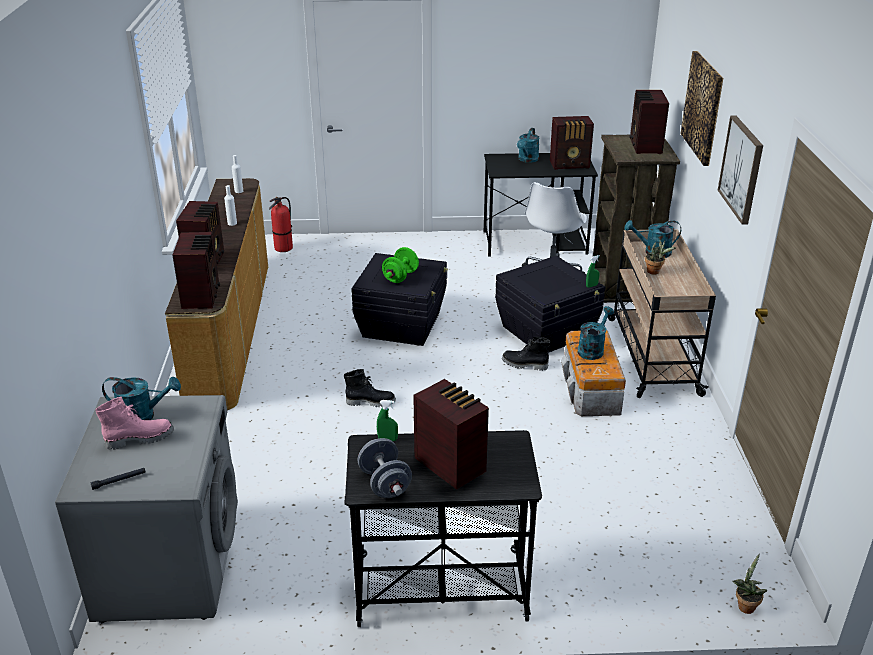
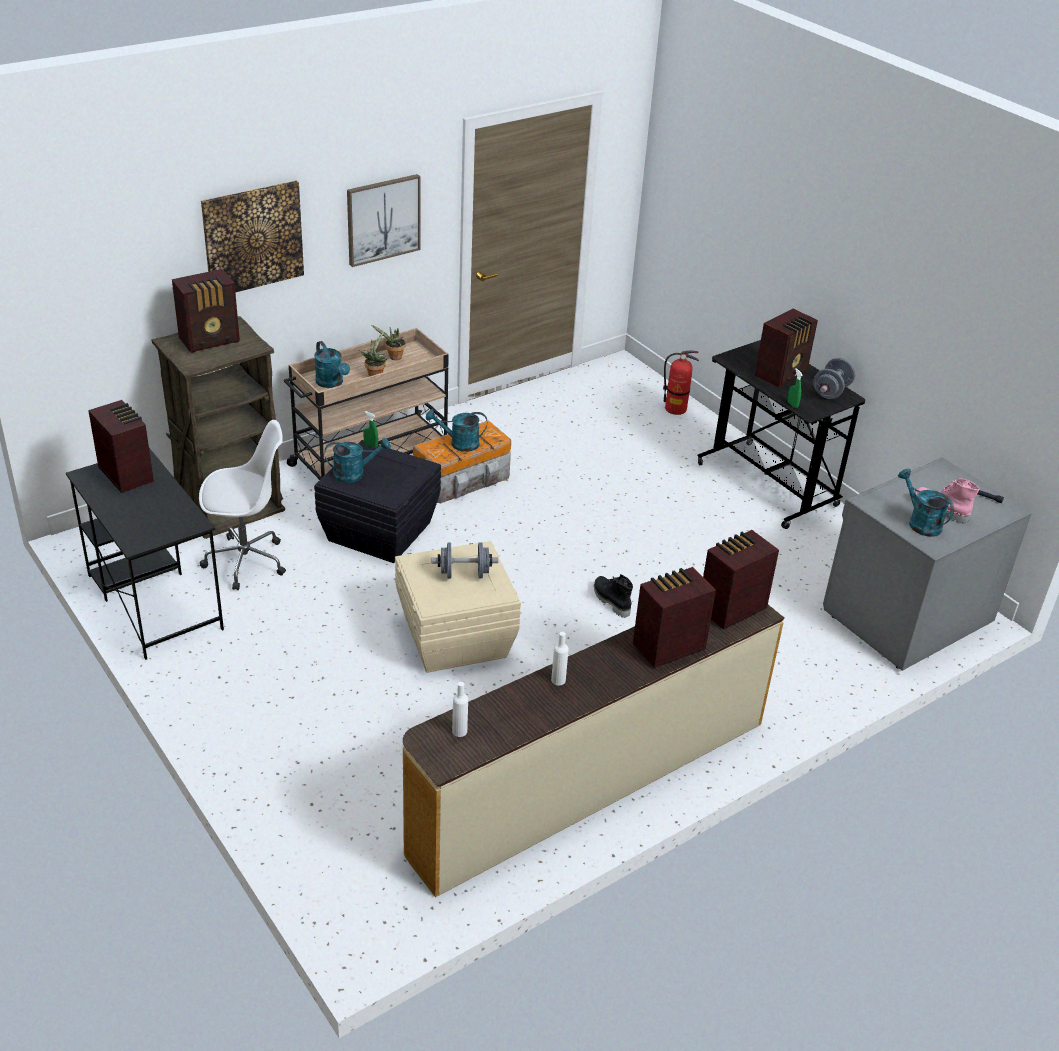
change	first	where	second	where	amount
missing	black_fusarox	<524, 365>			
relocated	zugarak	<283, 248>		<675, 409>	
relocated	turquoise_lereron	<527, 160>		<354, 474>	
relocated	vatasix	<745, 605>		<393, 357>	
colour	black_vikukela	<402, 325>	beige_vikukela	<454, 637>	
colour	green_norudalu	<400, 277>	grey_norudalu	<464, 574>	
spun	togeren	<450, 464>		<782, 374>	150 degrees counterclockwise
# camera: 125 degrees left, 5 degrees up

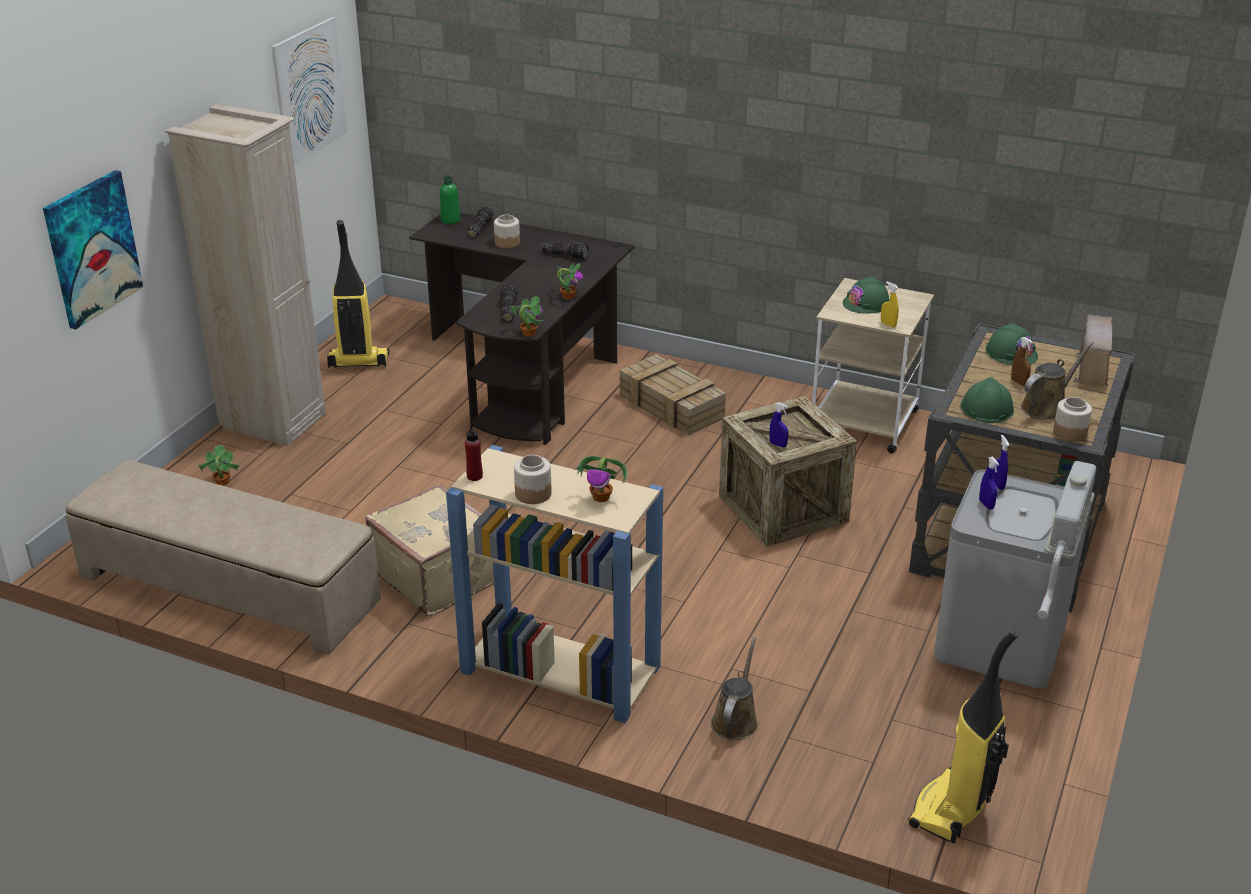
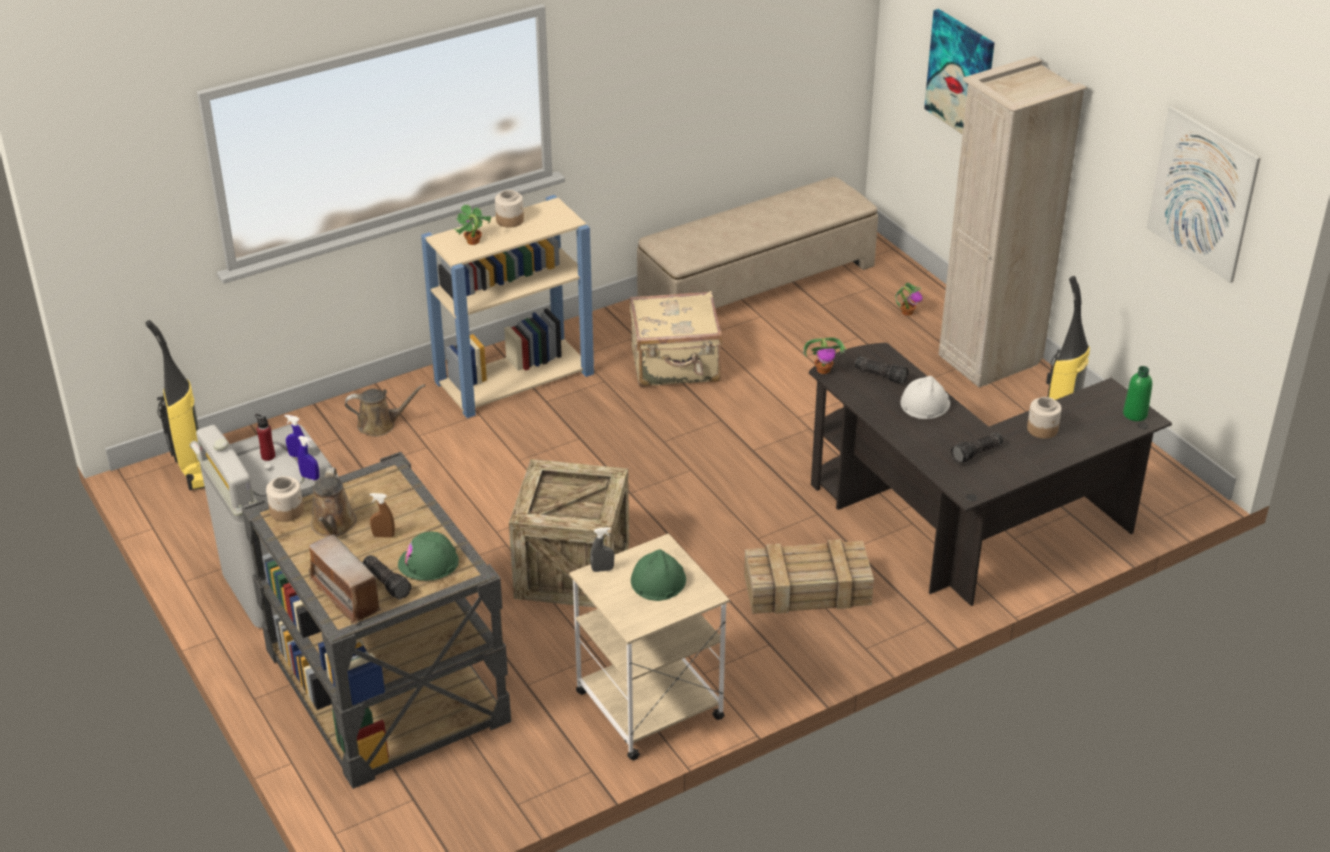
change	first	where	second	where	amount
missing	vatasix	<568, 296>			
missing	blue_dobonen	<778, 444>			
missing	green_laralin	<986, 408>			
appeared			white_laralin	<924, 403>	
relocated	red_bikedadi	<474, 476>		<268, 456>	
relocated	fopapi	<479, 229>		<387, 582>	
colour	yellow_dobonen	<888, 324>	grey_dobonen	<602, 569>	
spun	brown_lereron	<735, 720>		<380, 425>	60 degrees counterclockwise
# camera: 125 degrees right, 5 degrees up

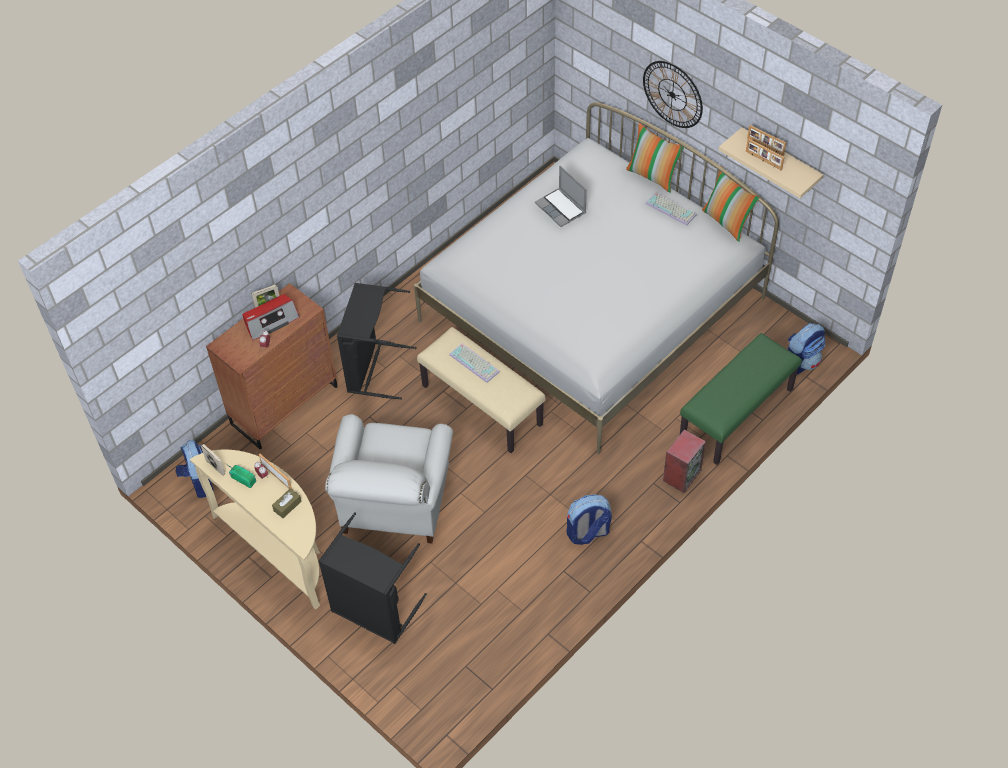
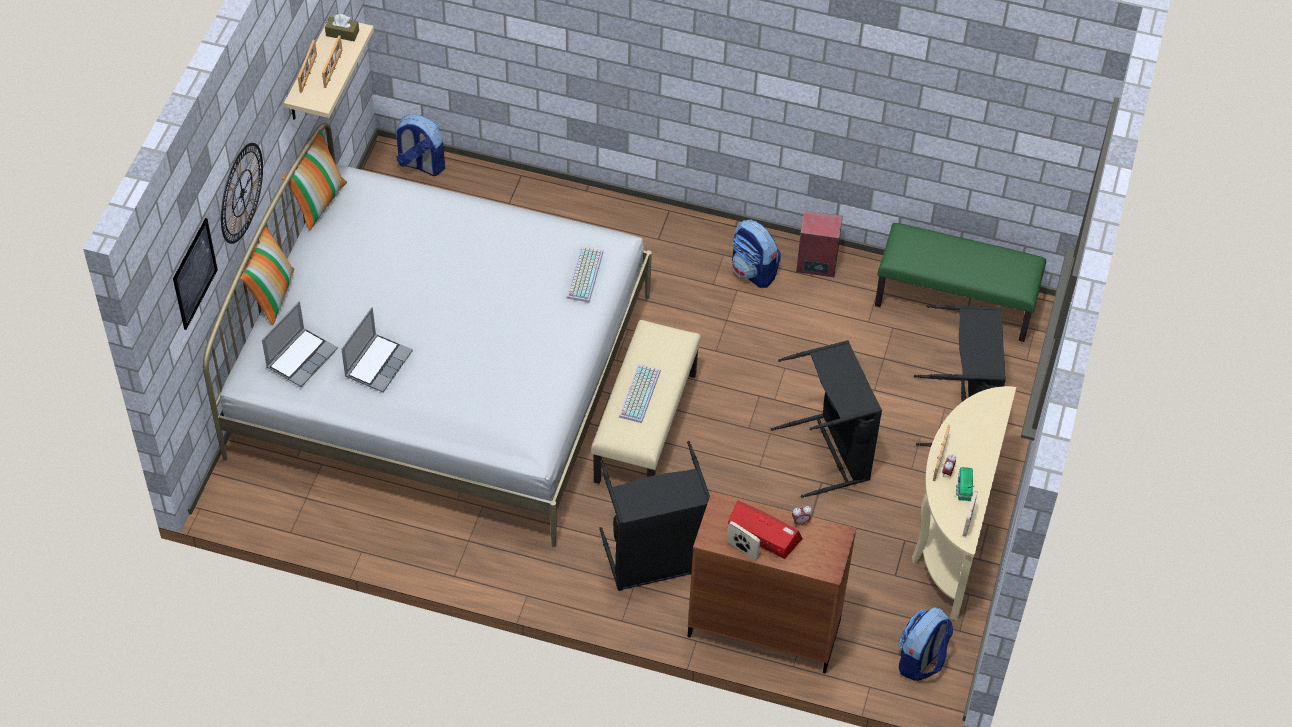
change	first	where	second	where	amount
appeared			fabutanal	<194, 273>	
appeared			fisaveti	<301, 357>	
relocated	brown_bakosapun	<287, 506>		<342, 33>	
relocated	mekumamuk	<671, 209>		<584, 274>	
relocated	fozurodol	<681, 475>		<816, 264>	
relocated	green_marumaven	<736, 415>		<955, 302>	
exchanged	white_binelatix	<394, 507>	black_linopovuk	<830, 452>	
# camera: 120 degrees left, 0 degrees up

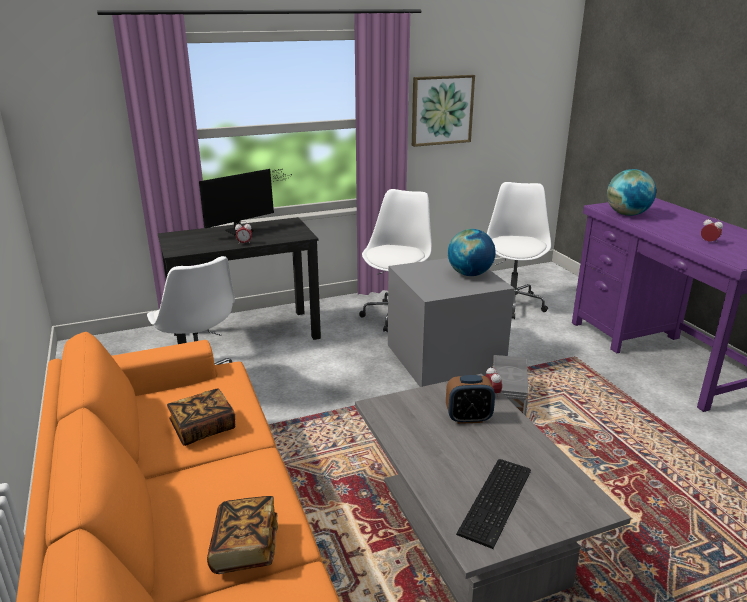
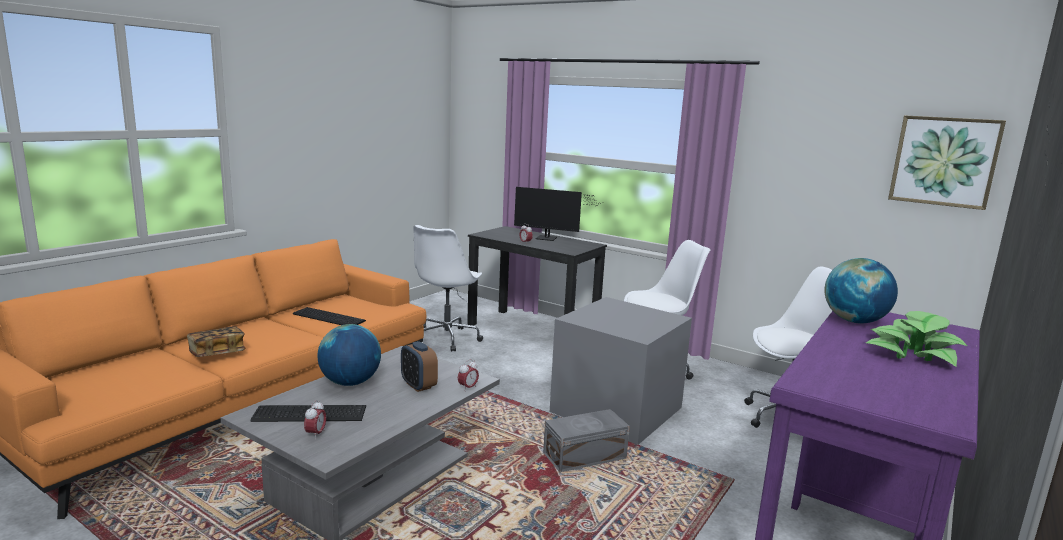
change	first	where	second	where	amount
appeared			vatasix	<912, 352>	
relocated	fabutanal	<441, 110>		<944, 161>	
relocated	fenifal	<469, 274>		<350, 382>	
relocated	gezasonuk	<709, 242>		<316, 434>	
exchanged	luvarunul	<203, 428>	mekumamuk	<329, 317>	
# camera: 55 degrees right, 10 degrees down

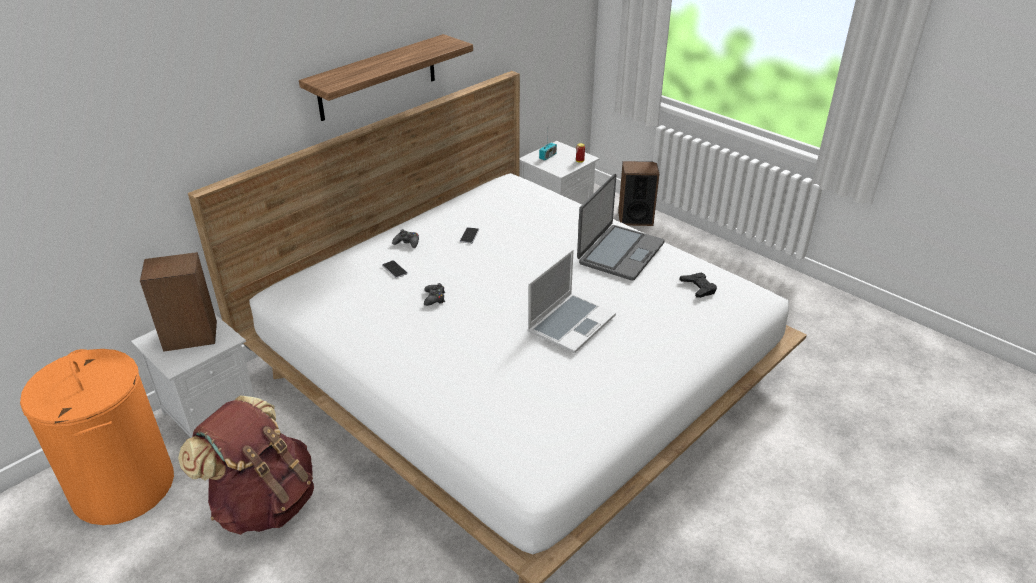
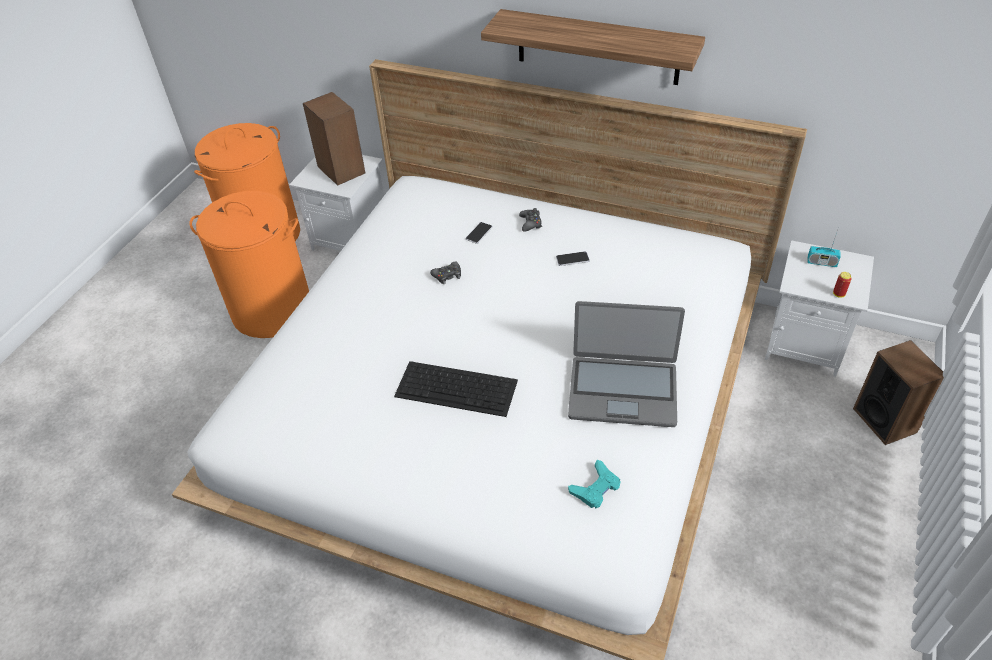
change	first	where	second	where	amount
exchanged	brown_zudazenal	<263, 502>	orange_linopovuk	<272, 310>	
exchanged	fisaveti	<571, 323>	mekumamuk	<457, 388>	
colour	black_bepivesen	<698, 288>	turquoise_bepivesen	<595, 488>	
# camera: 70 degrees right, 10 degrees up

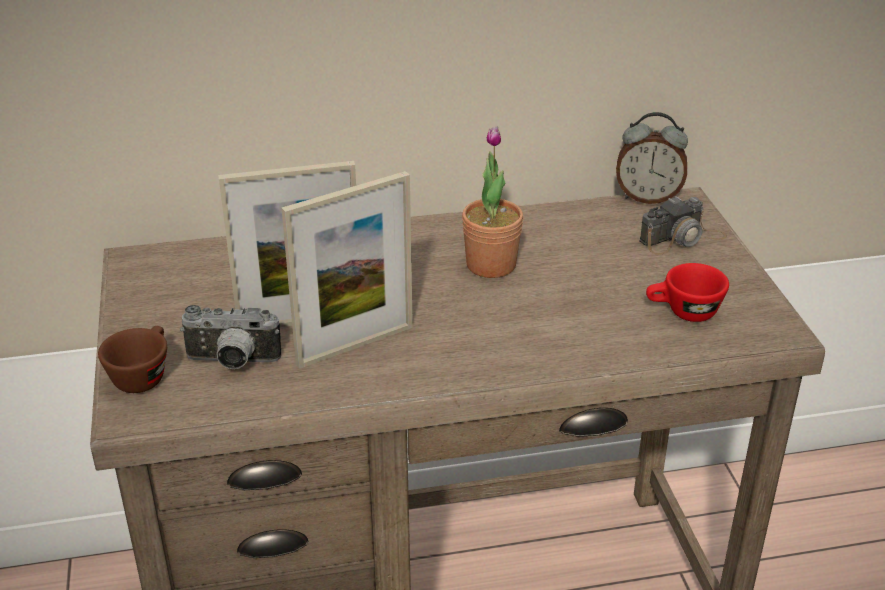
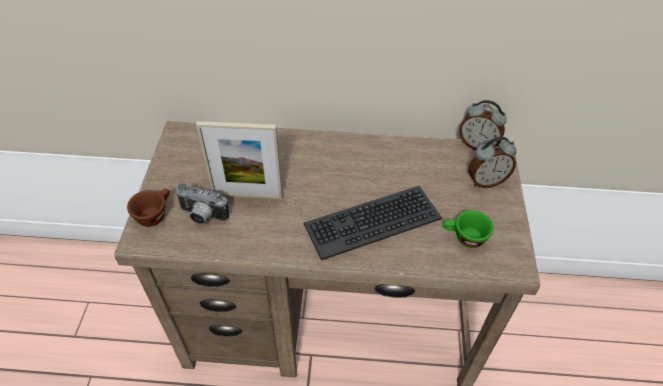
change	first	where	second	where	amount
missing	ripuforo	<355, 345>			
missing	vatasix	<491, 265>			
appeared			mekumamuk	<372, 221>	
exchanged	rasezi	<682, 238>	gezasonuk	<486, 181>	
colour	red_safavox	<683, 312>	green_safavox	<464, 238>	
# camera: 15 degrees right, 15 degrees up

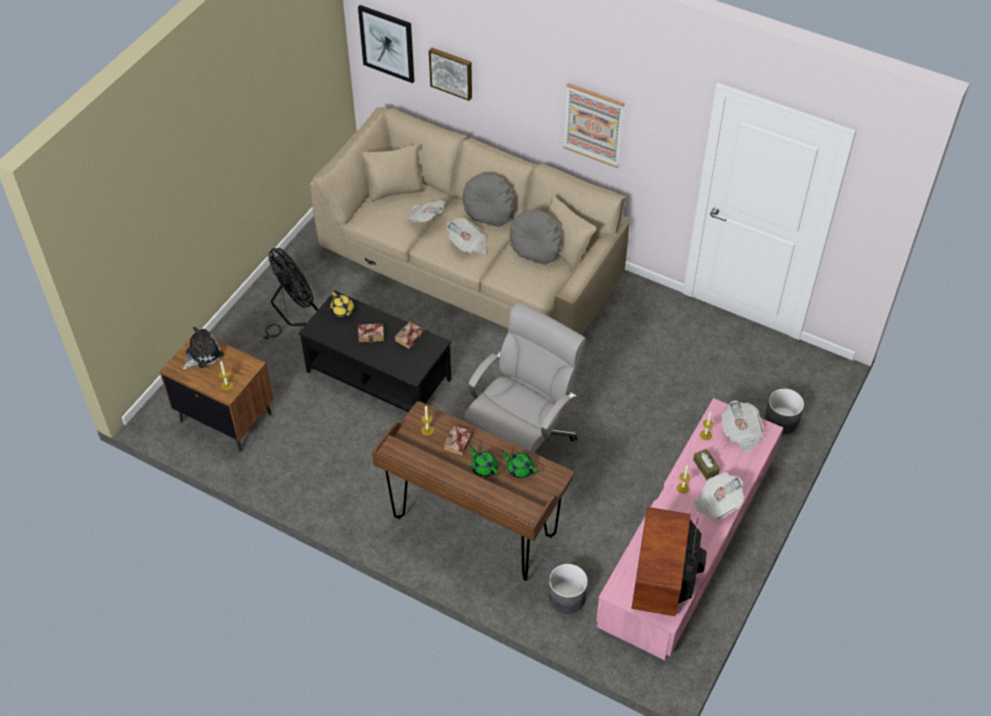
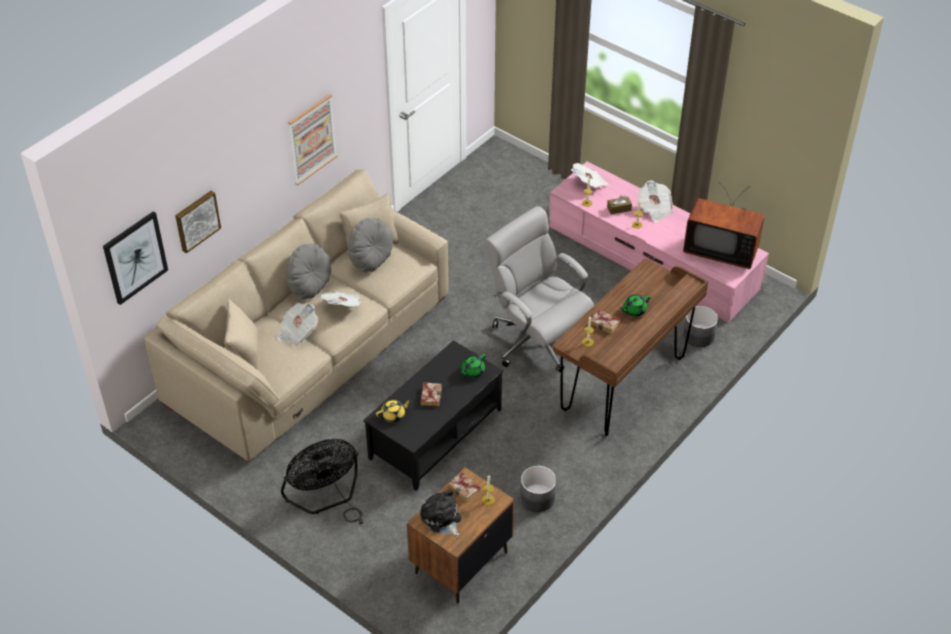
change	first	where	second	where	amount
relocated	luvarunul	<409, 338>		<466, 489>	
relocated	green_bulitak	<519, 469>		<472, 371>	
relocated	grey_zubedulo	<781, 420>		<537, 498>	
# camera: 80 degrees left, 5 degrees down

